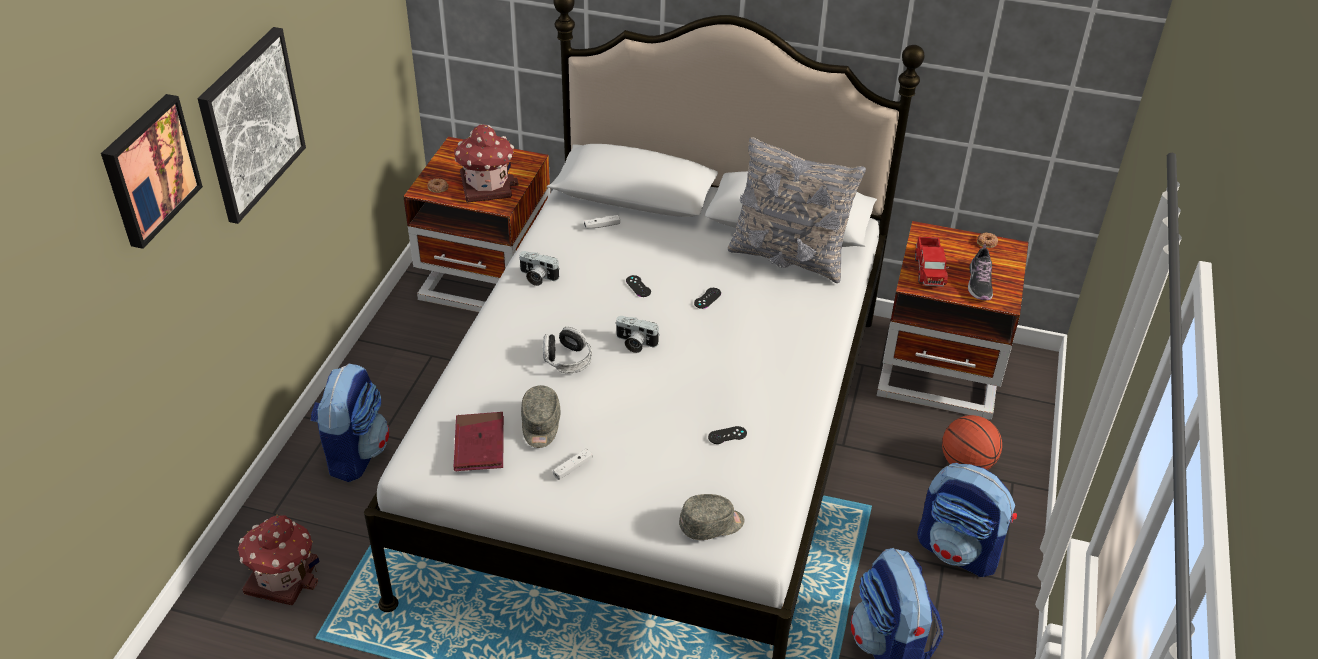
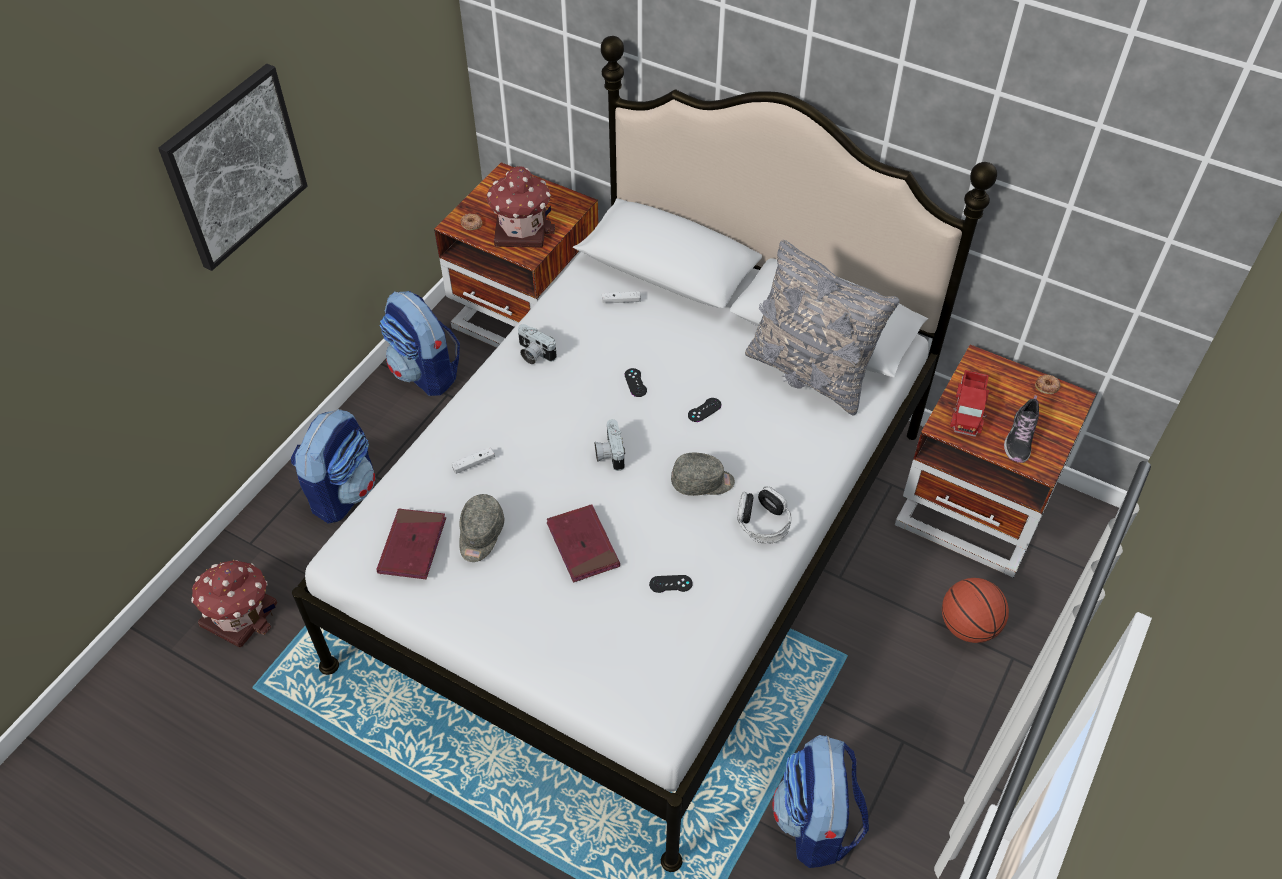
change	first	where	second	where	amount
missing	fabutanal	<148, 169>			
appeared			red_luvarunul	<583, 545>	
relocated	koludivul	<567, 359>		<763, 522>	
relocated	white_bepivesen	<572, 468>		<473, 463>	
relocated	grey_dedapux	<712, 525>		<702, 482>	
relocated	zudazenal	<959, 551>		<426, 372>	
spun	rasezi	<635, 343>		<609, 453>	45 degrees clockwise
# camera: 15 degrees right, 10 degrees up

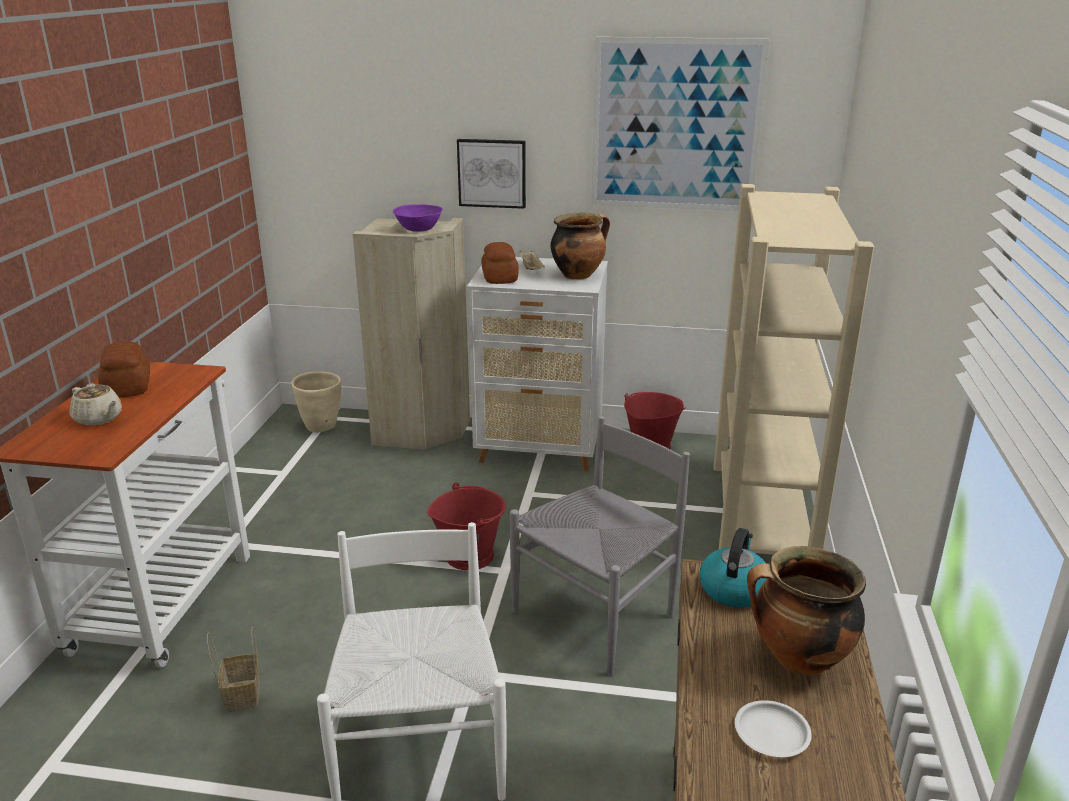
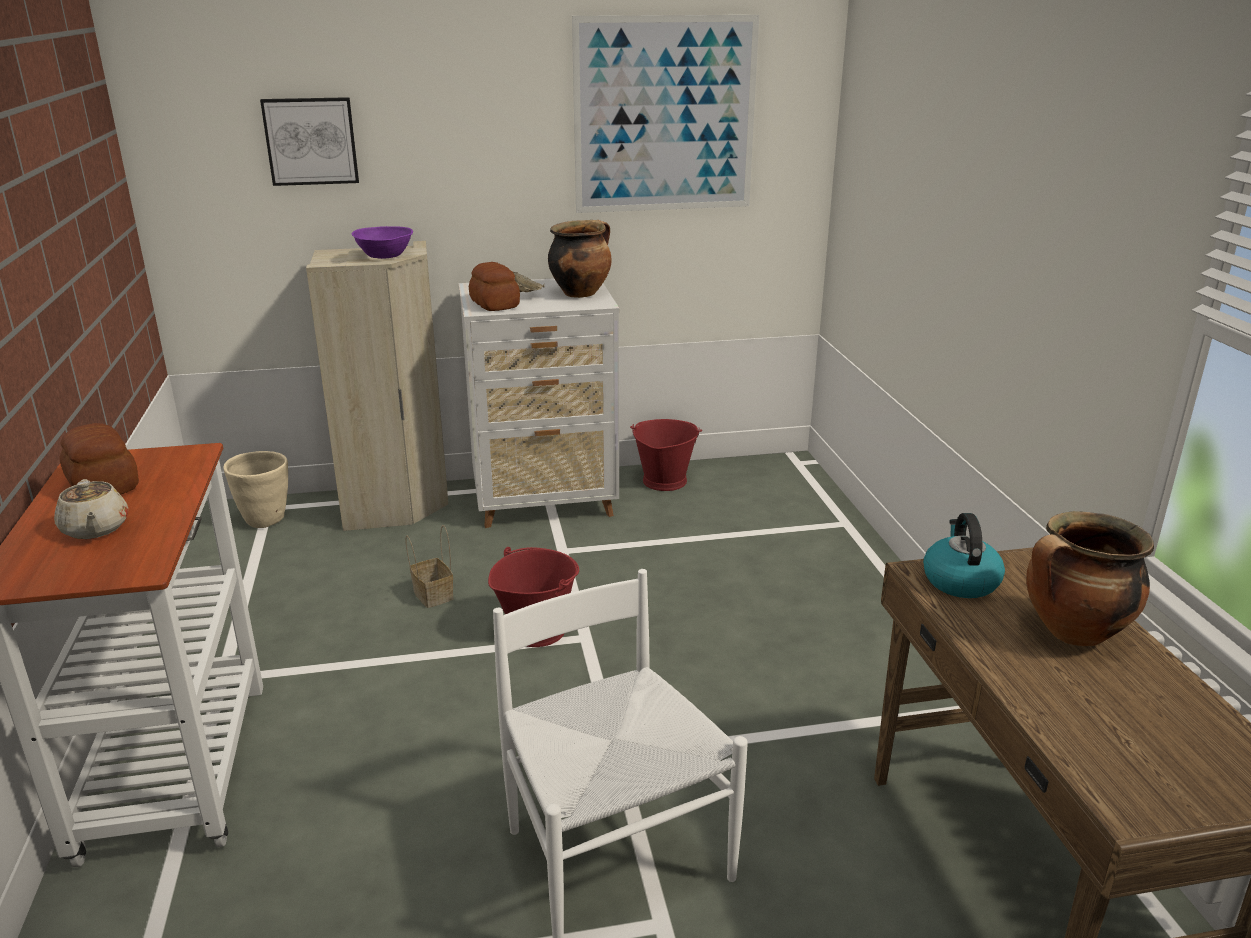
change	first	where	second	where	amount
missing	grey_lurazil	<598, 616>			
missing	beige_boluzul	<761, 518>			
missing	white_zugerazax	<771, 733>			
relocated	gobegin	<241, 694>		<432, 595>	
relocated	fabutanal	<492, 173>		<311, 141>	
spun	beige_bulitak	<99, 419>		<95, 529>	45 degrees clockwise
# camera: 20 degrees left, 0 degrees up

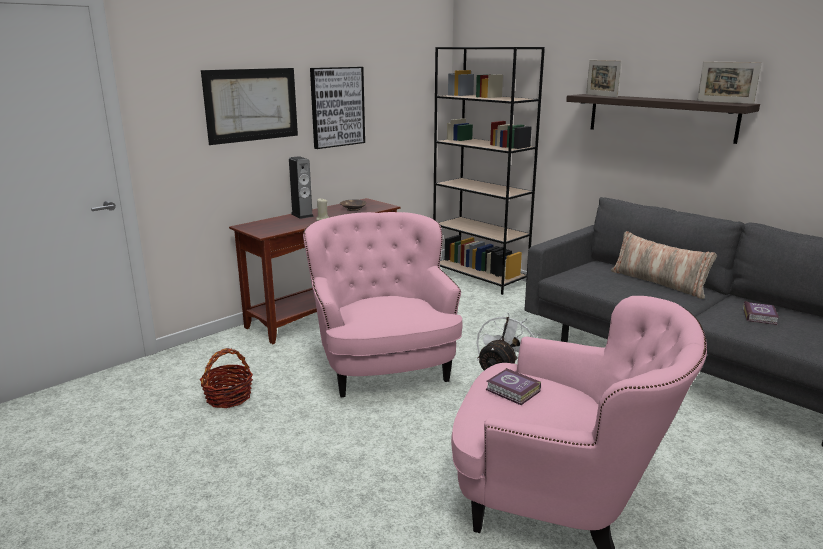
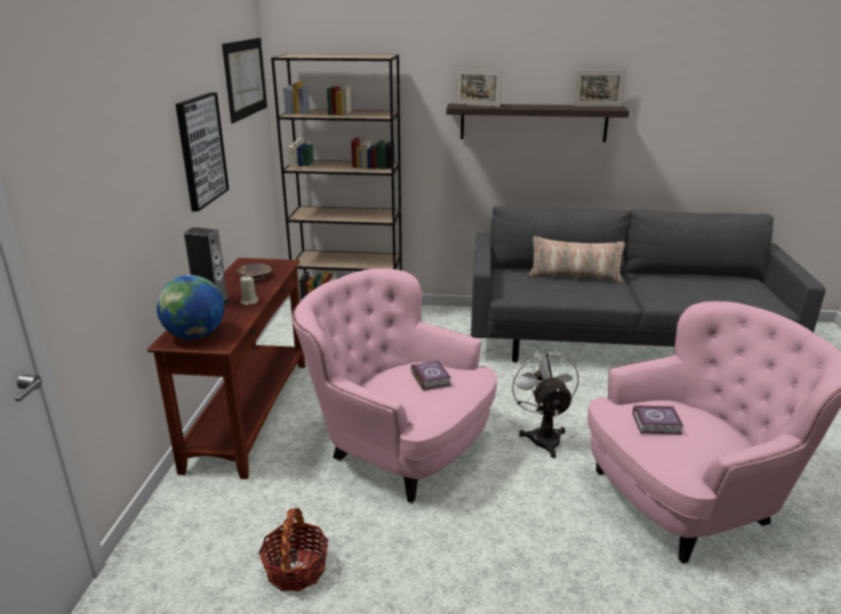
change	first	where	second	where	amount
appeared			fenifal	<195, 335>	
relocated	fabutanal	<252, 105>		<245, 78>	
relocated	luvarunul	<760, 316>		<431, 378>	
# camera: 40 degrees left, 5 degrees up

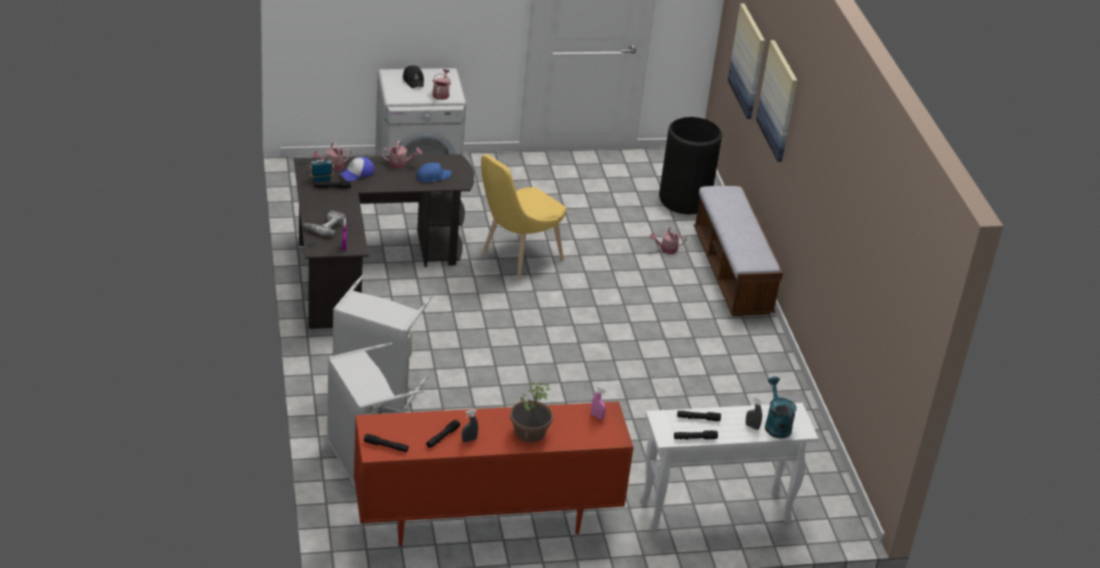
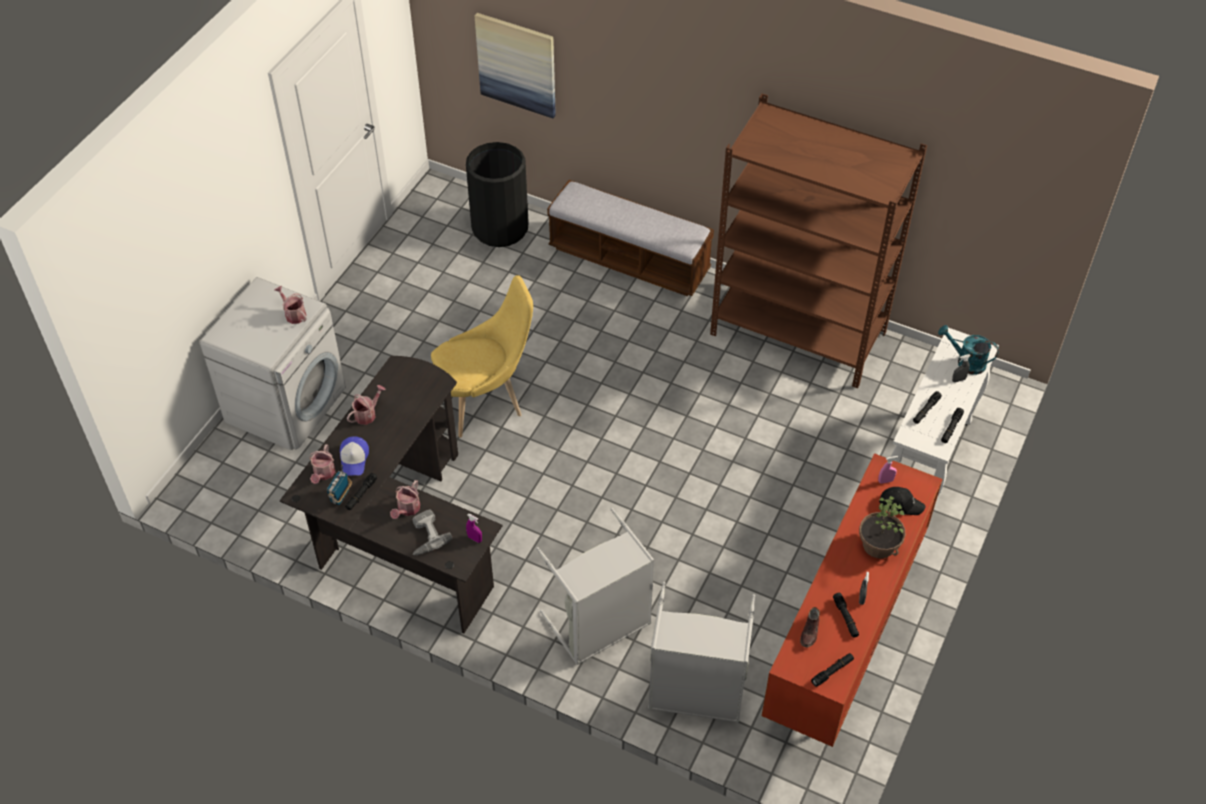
change	first	where	second	where	amount
missing	blue_dedapux	<433, 176>			
missing	fabutanal	<778, 100>			
appeared			brown_boluzul	<798, 333>	
appeared			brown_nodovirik	<810, 631>	
relocated	black_dedapux	<413, 80>		<900, 504>	
relocated	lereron	<666, 249>		<407, 509>	
spun	yellow_lurazil	<517, 258>		<486, 401>	105 degrees counterclockwise
# camera: 50 degrees left, 15 degrees up

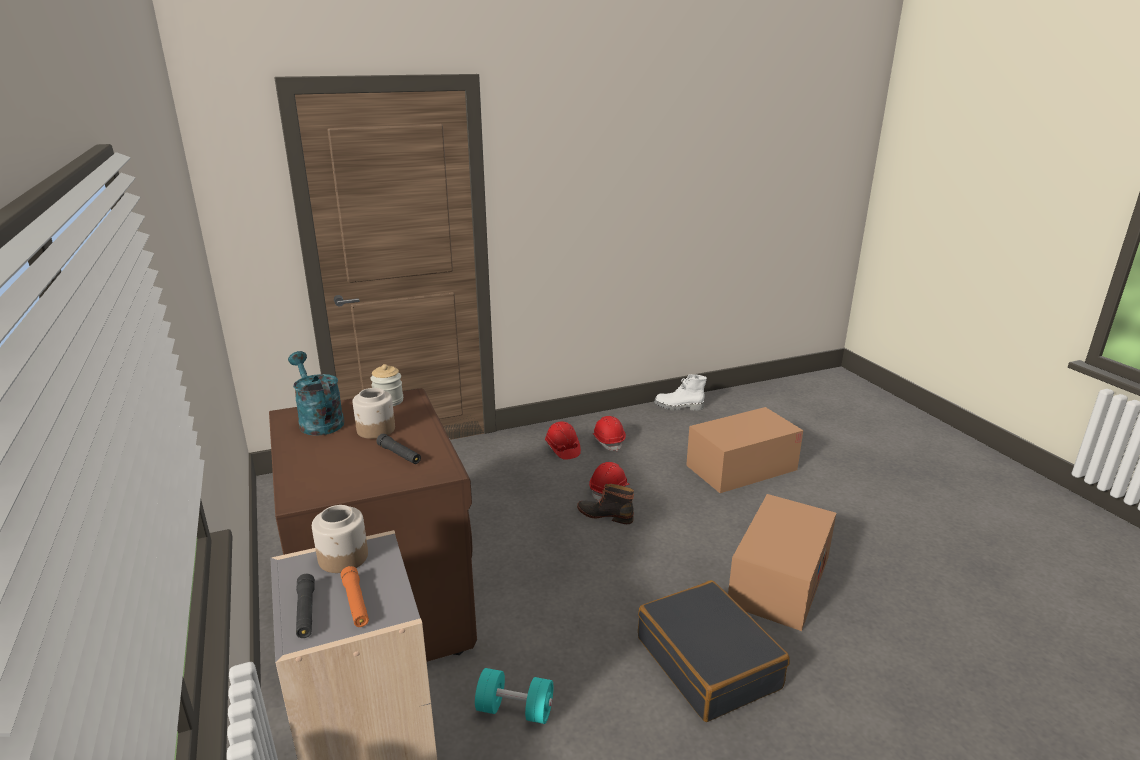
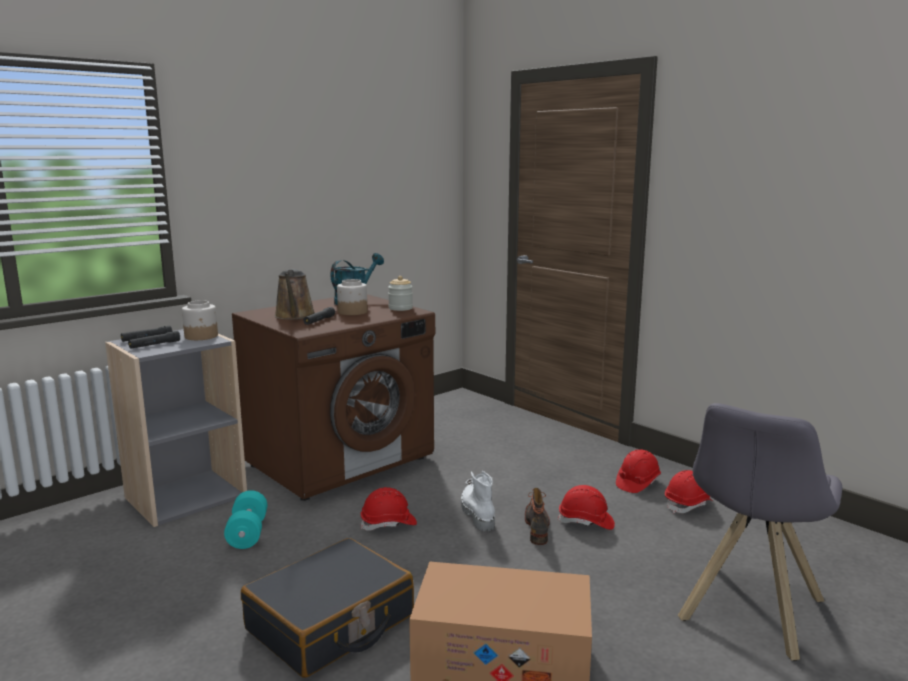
change	first	where	second	where	amount
appeared			brown_lereron	<294, 316>	
appeared			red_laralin	<388, 524>	
relocated	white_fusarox	<678, 407>		<476, 514>	
exchanged	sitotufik	<741, 467>	grey_lurazil	<749, 609>	
colour	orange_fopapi	<356, 603>	black_fopapi	<154, 345>	
# camera: 70 degrees right, 10 degrees down

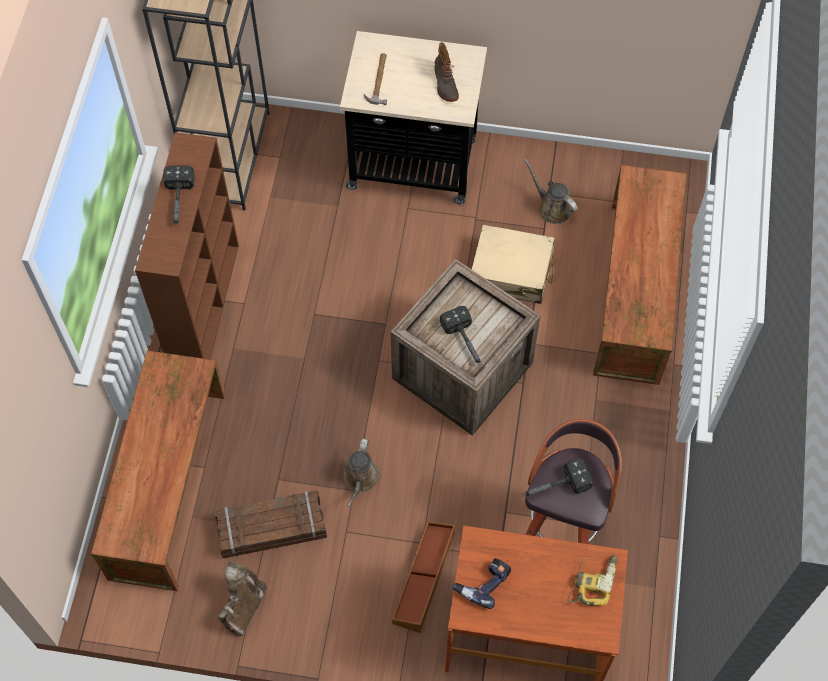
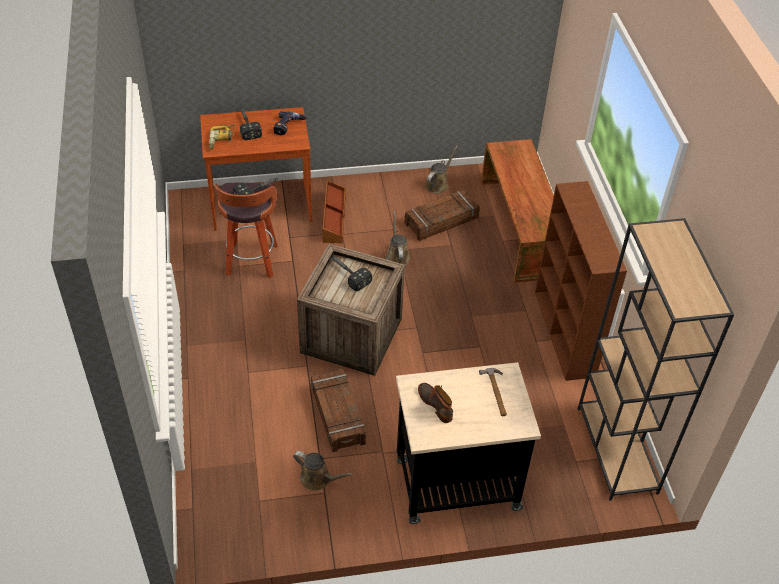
change	first	where	second	where	amount
missing	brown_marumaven	<636, 293>			
relocated	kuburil	<178, 202>		<247, 125>	
exchanged	brown_fusarox	<243, 605>	brown_lereron	<438, 184>	
exchanged	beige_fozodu	<511, 272>	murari	<337, 415>	
# camera: 160 degrees right, 15 degrees down

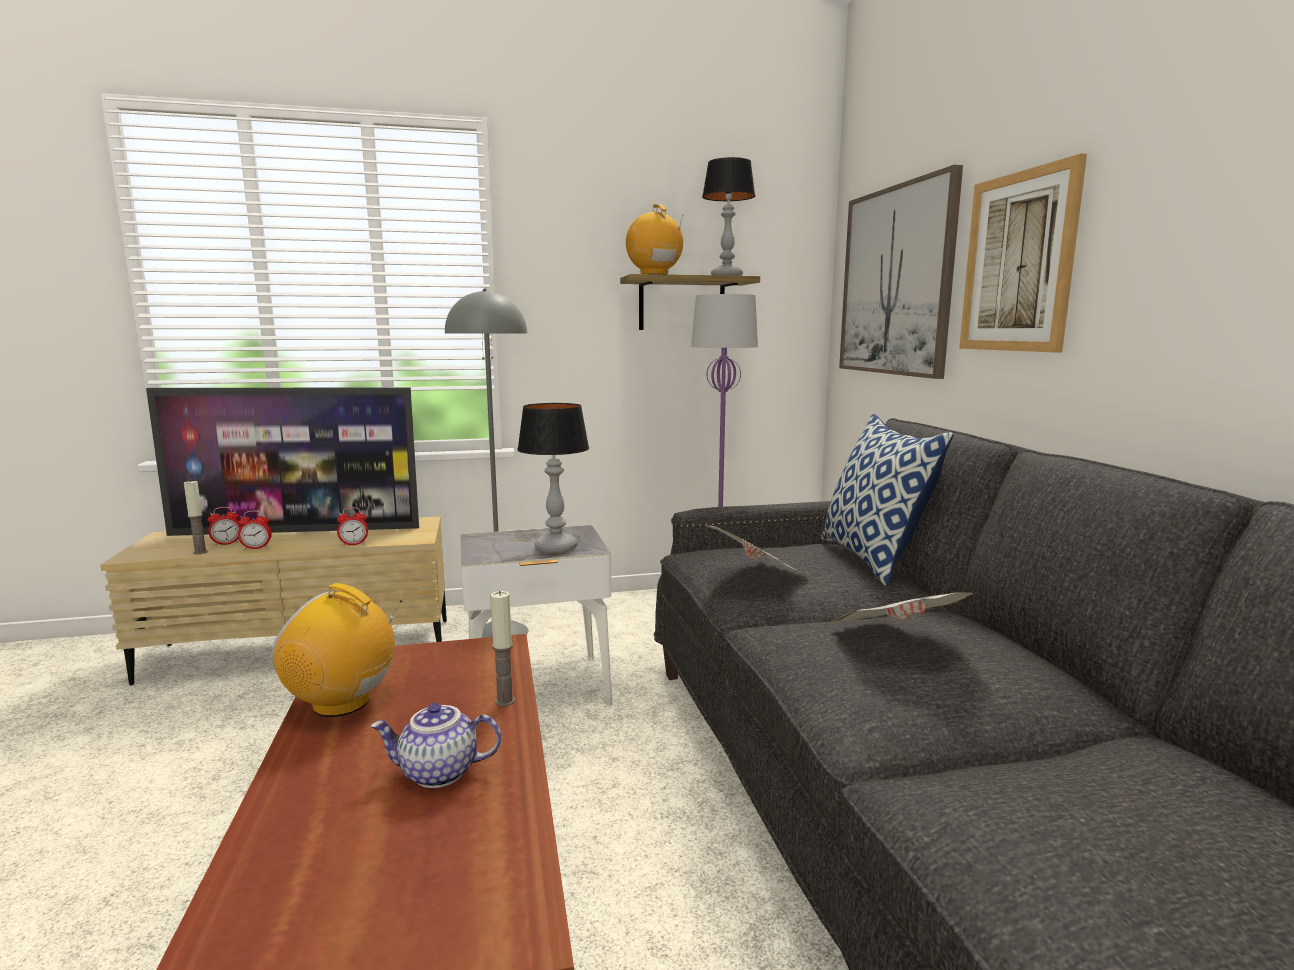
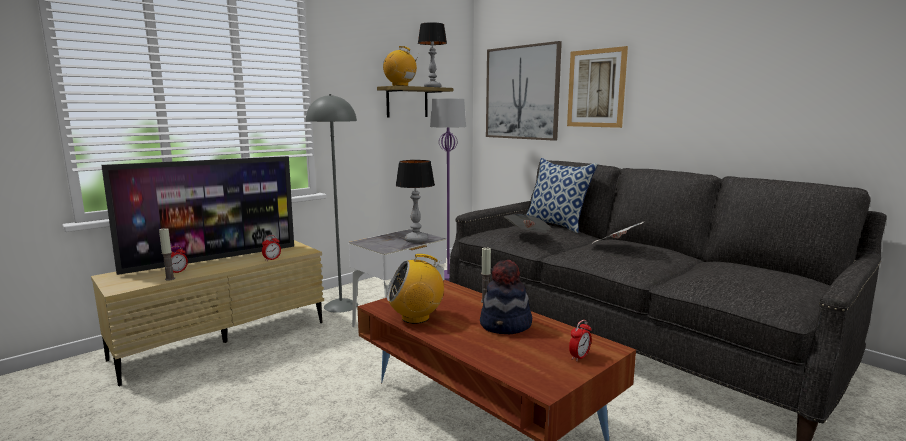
change	first	where	second	where	amount
relocated	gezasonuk	<256, 548>		<579, 357>	
exchanged	bulitak	<438, 773>	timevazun	<506, 325>	
# camera: 30 degrees left, 0 degrees up

